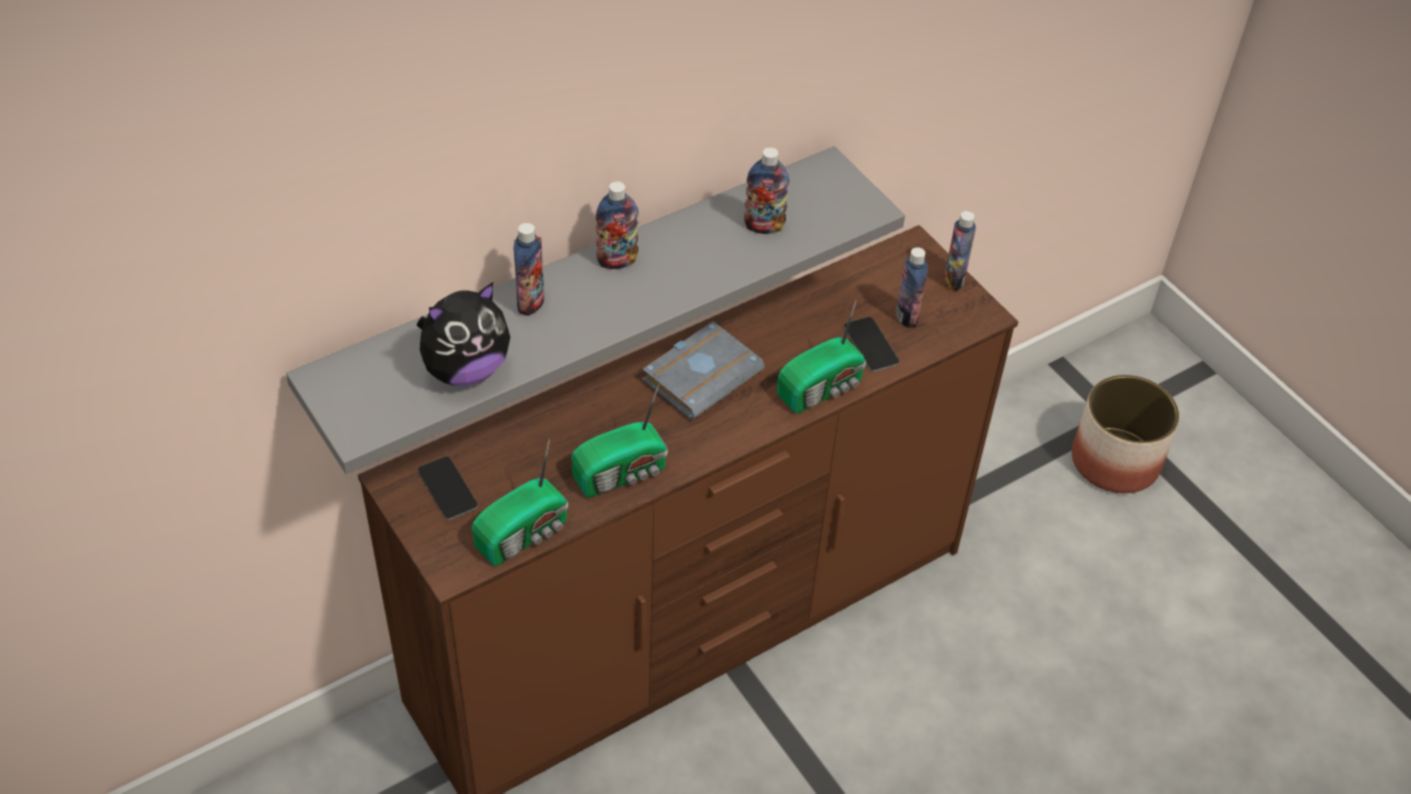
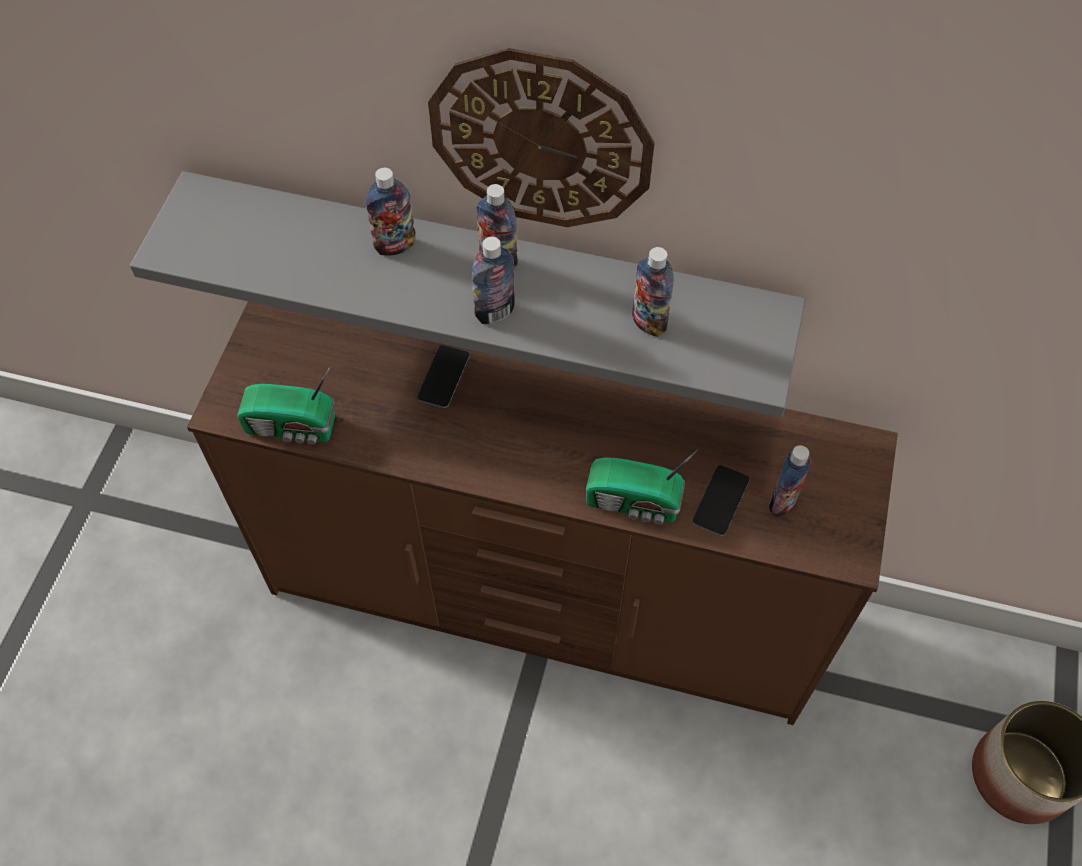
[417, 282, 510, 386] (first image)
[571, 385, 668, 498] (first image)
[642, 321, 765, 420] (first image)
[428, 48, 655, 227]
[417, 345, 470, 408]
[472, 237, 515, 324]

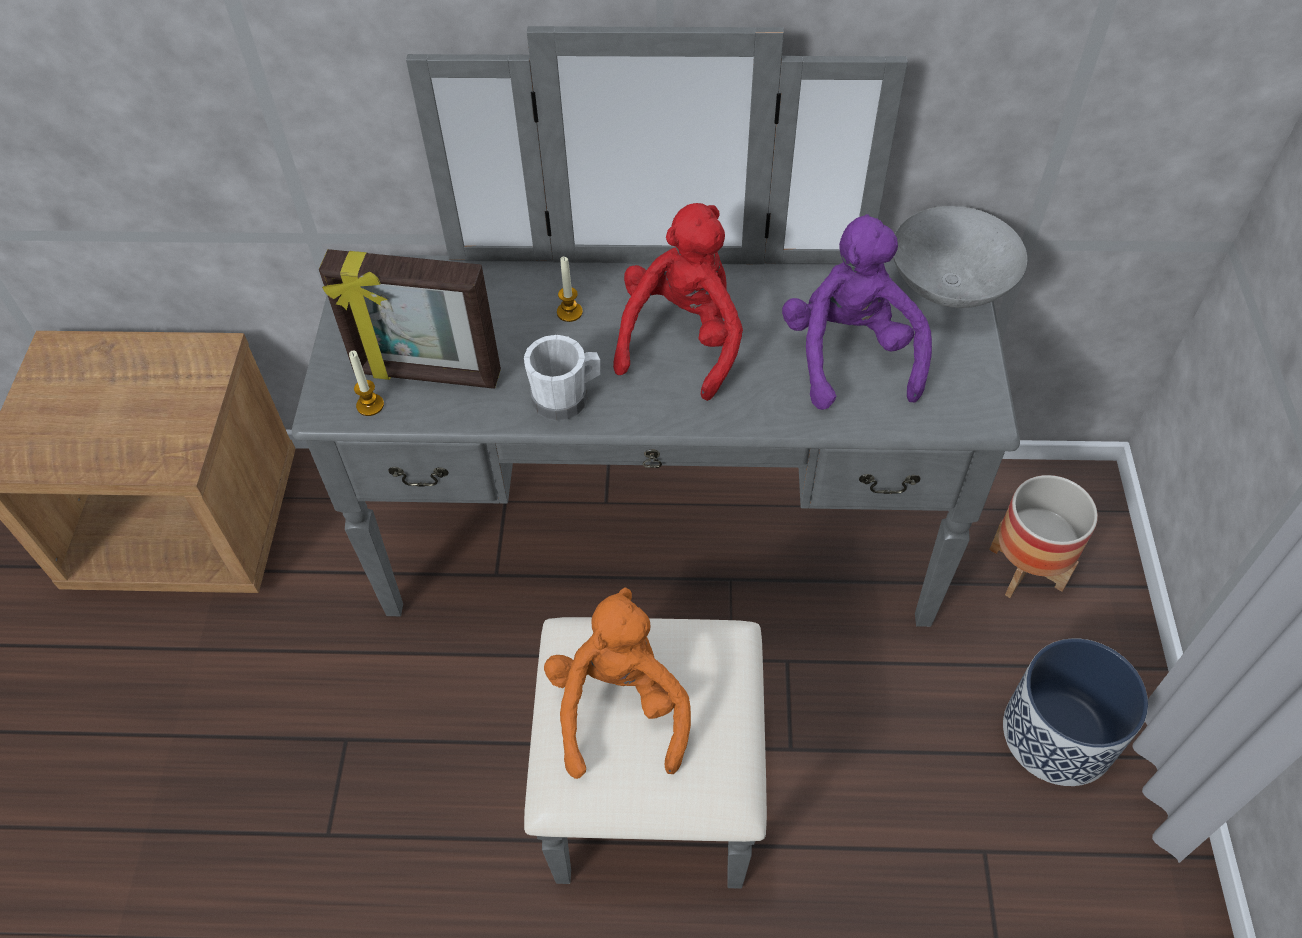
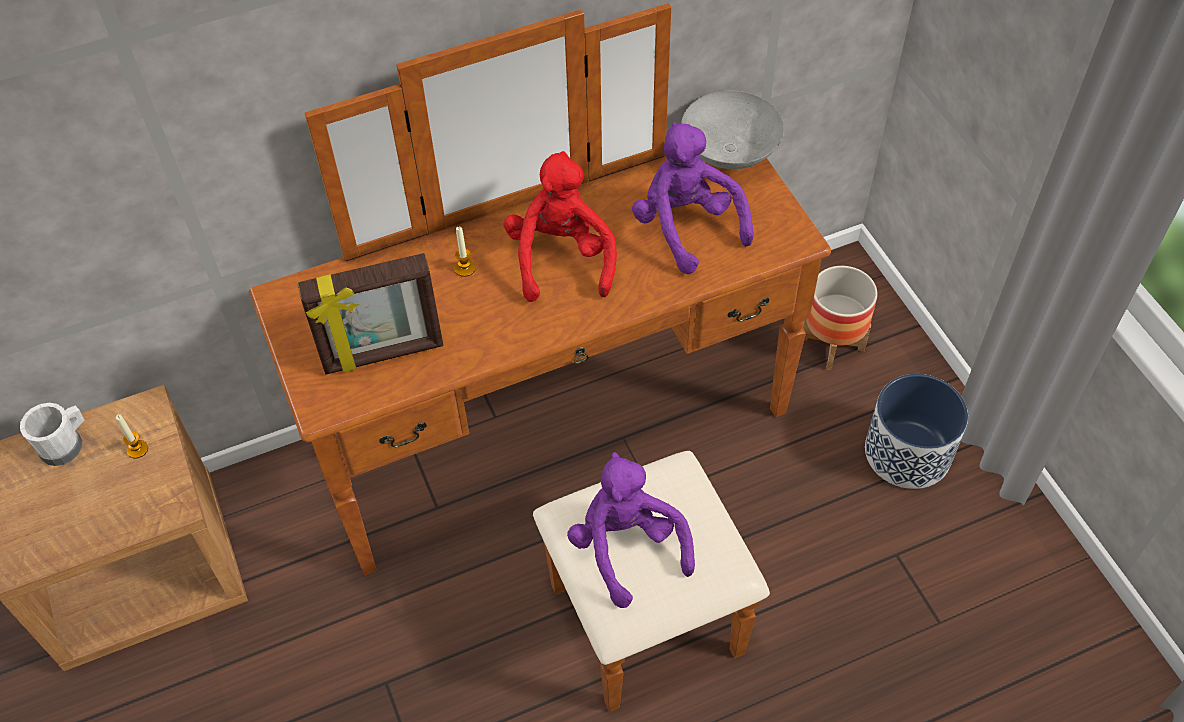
[116, 414, 148, 458]
[20, 403, 84, 466]
[249, 3, 831, 712]
[567, 452, 695, 608]

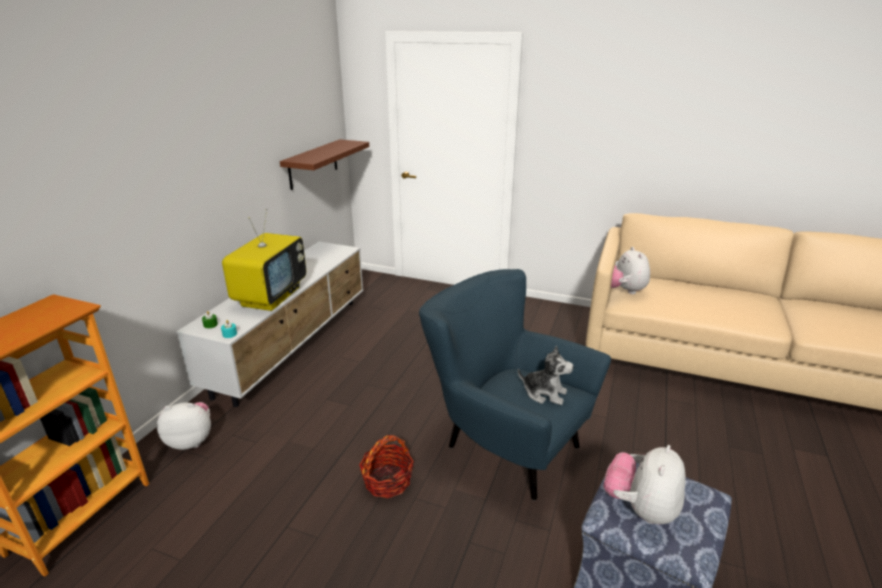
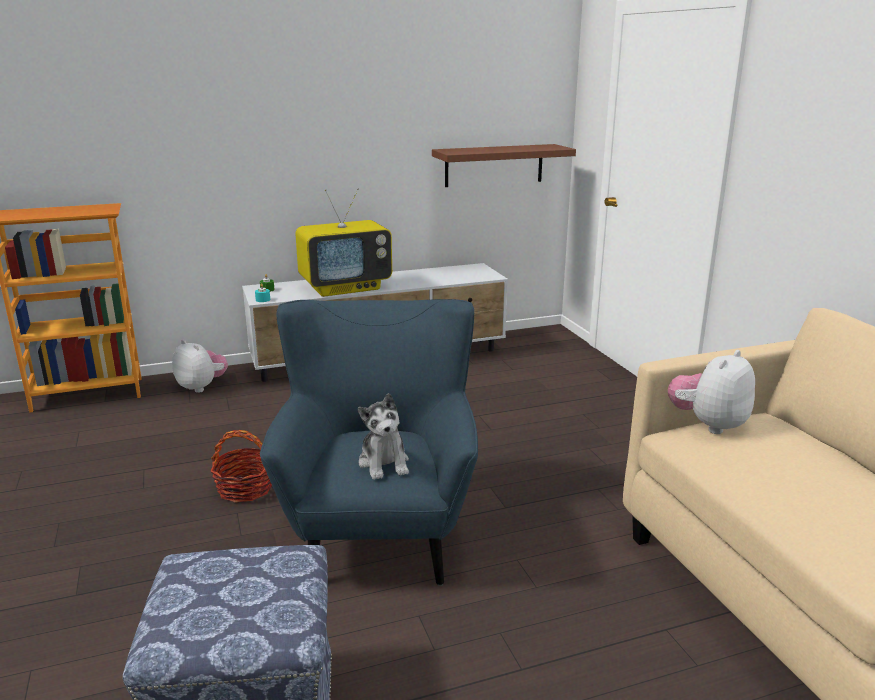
[603, 445, 686, 524] (first image)

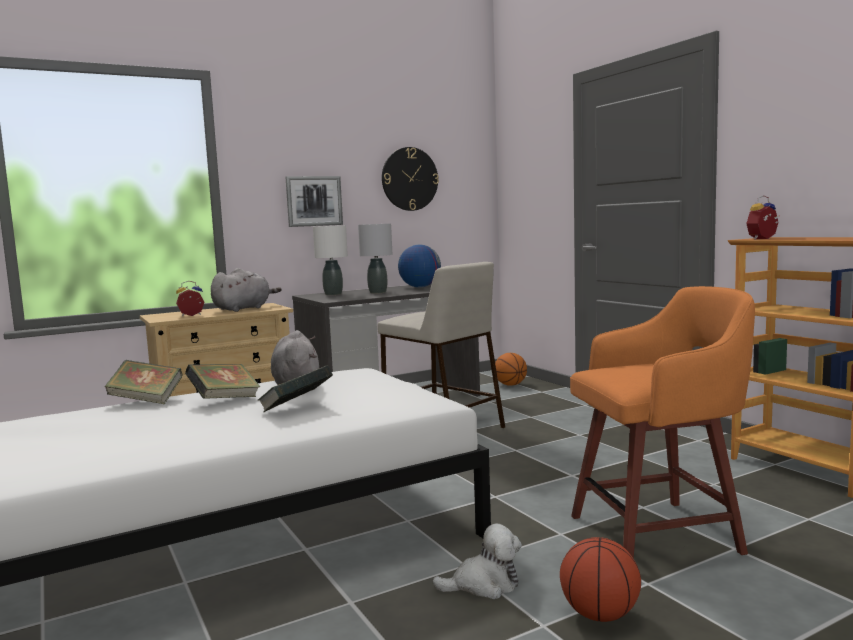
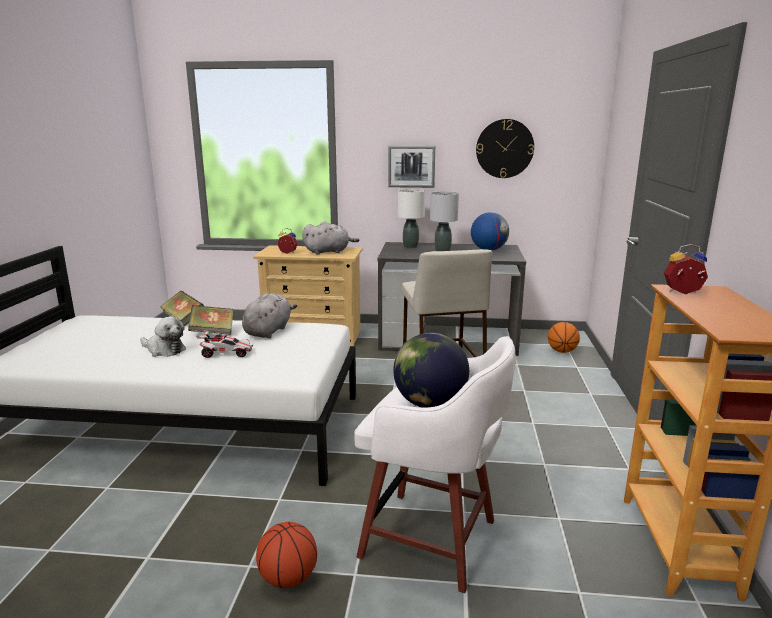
[393, 333, 469, 408]
[140, 316, 186, 357]
[196, 330, 253, 358]
[354, 336, 515, 593]

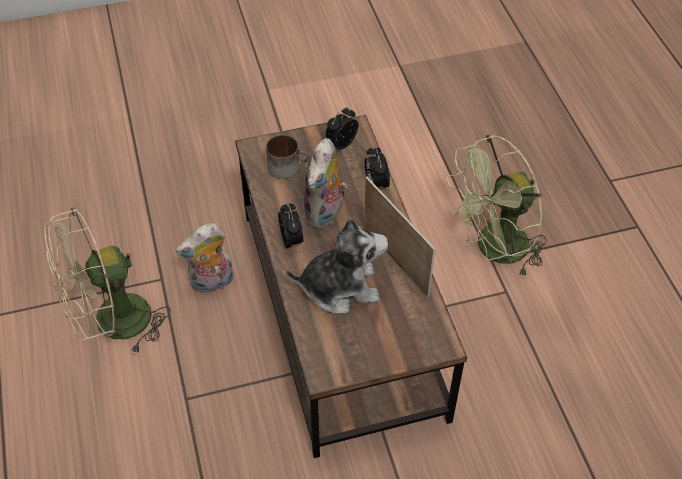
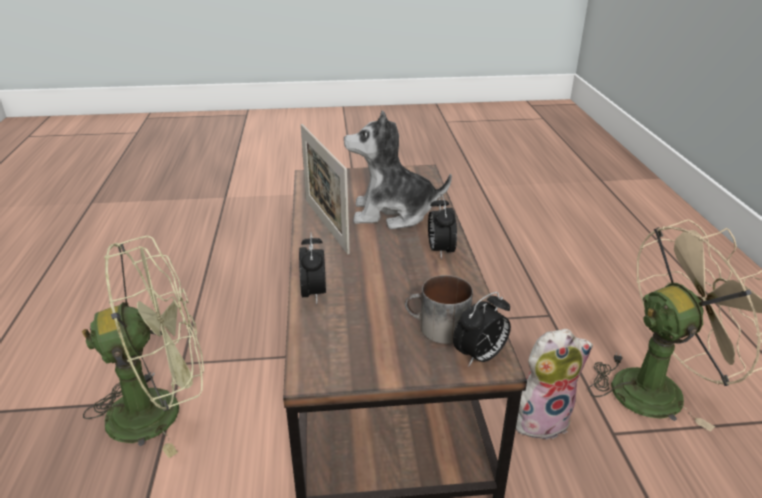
[303, 138, 347, 229] (first image)
[453, 292, 511, 367]

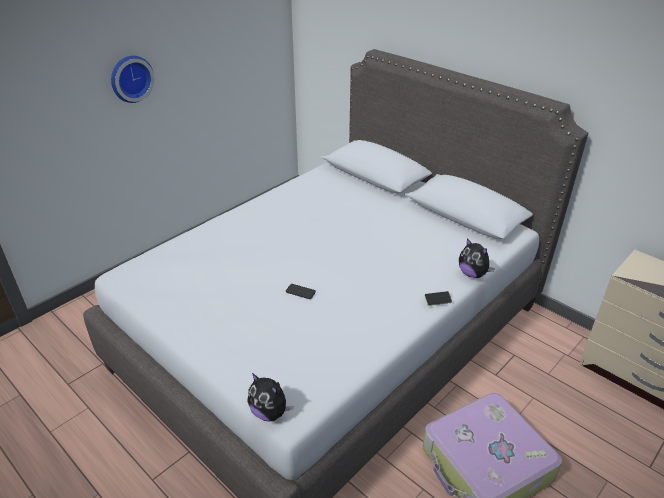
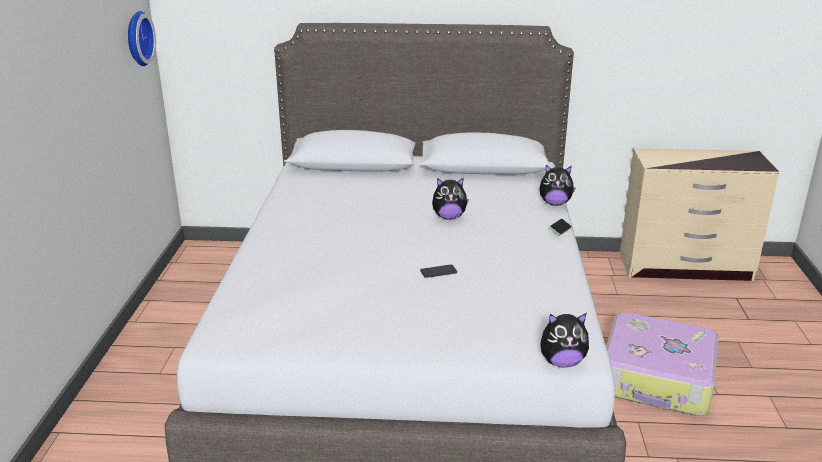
[432, 178, 469, 220]
[128, 11, 156, 66]

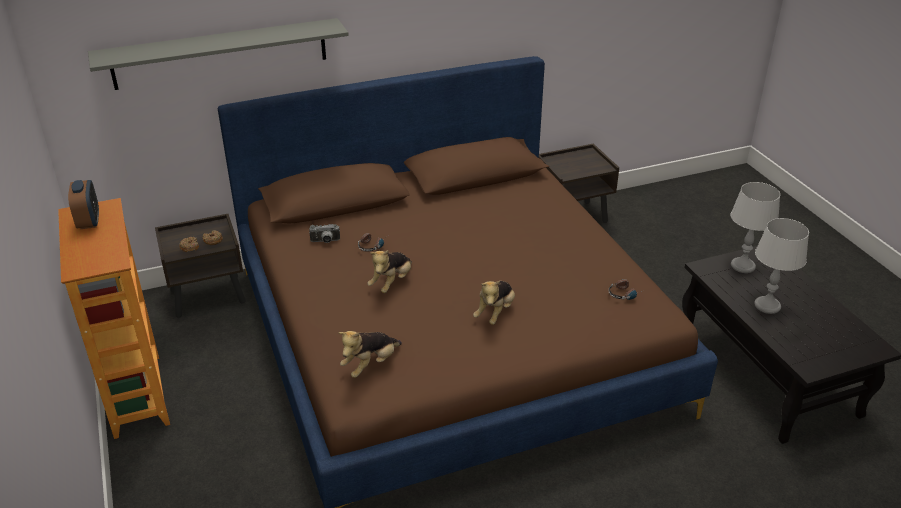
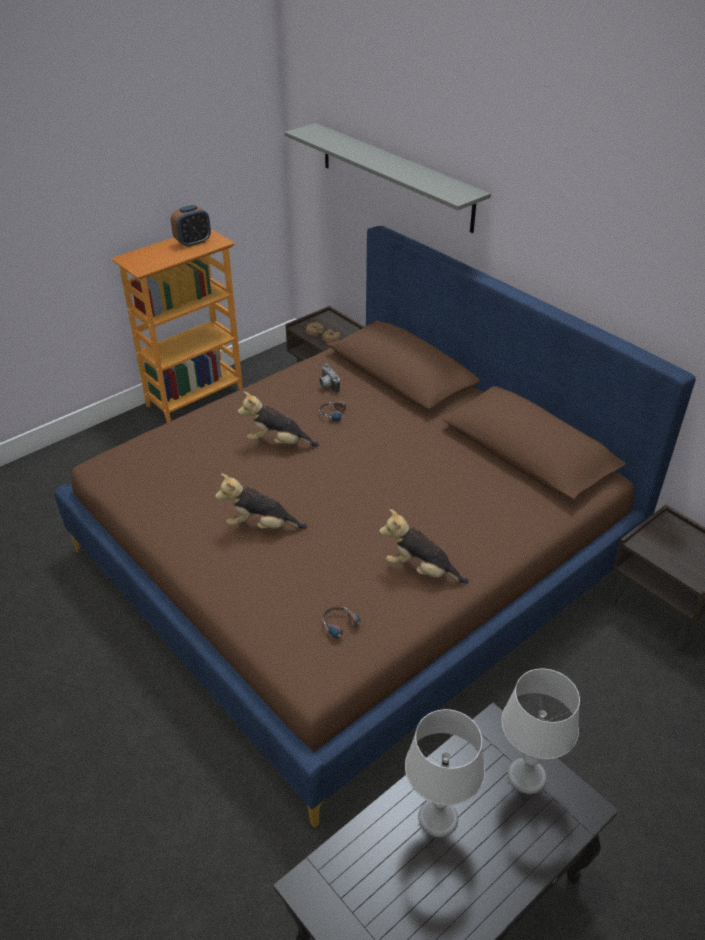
[379, 509, 469, 584]

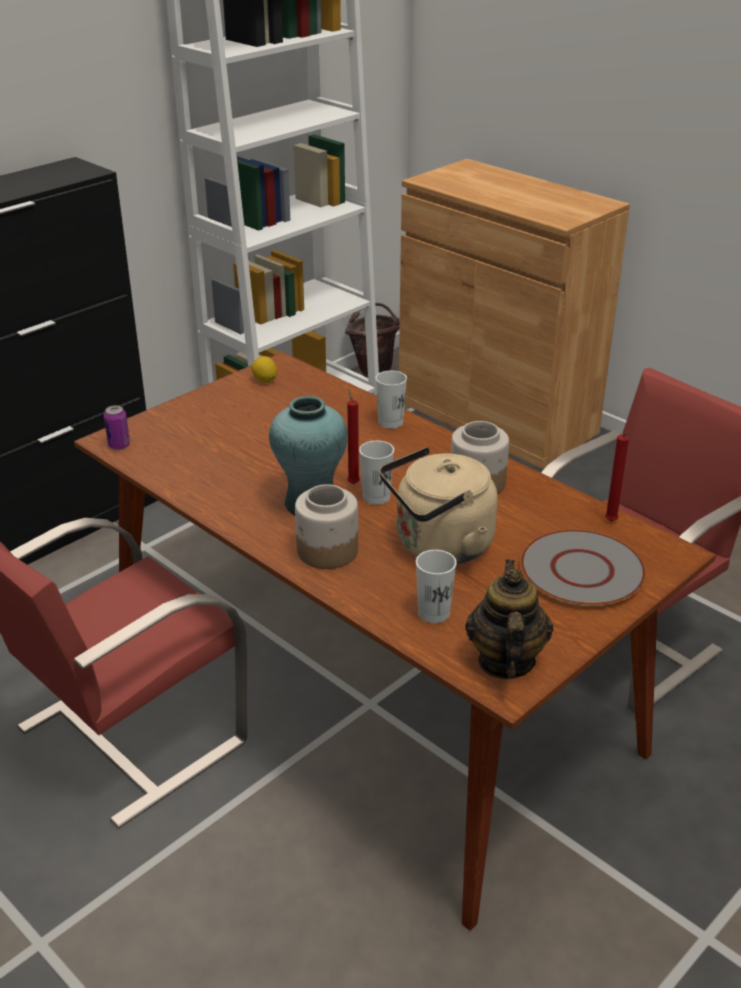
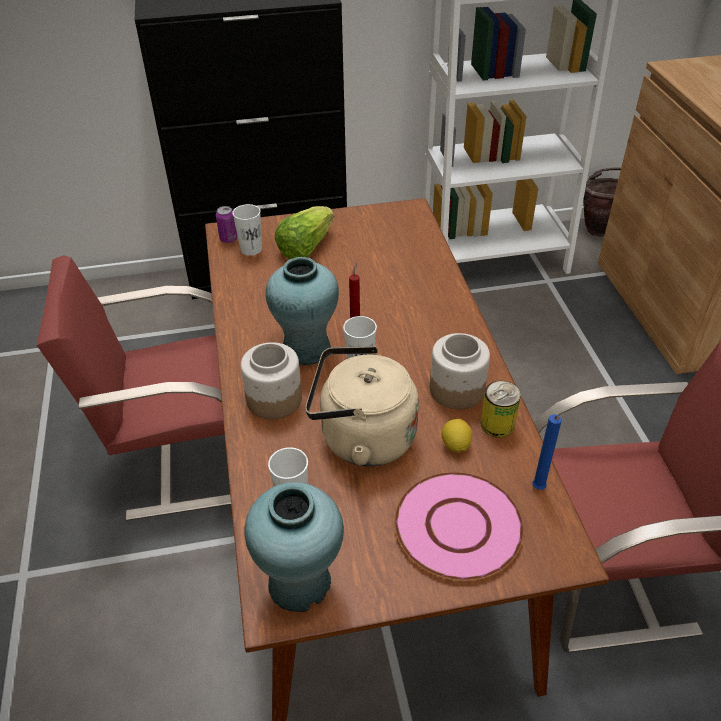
[275, 206, 334, 259]
[481, 381, 521, 438]
[442, 419, 472, 452]
[232, 204, 262, 256]
[245, 482, 344, 612]
[394, 472, 524, 581]
[532, 415, 562, 490]

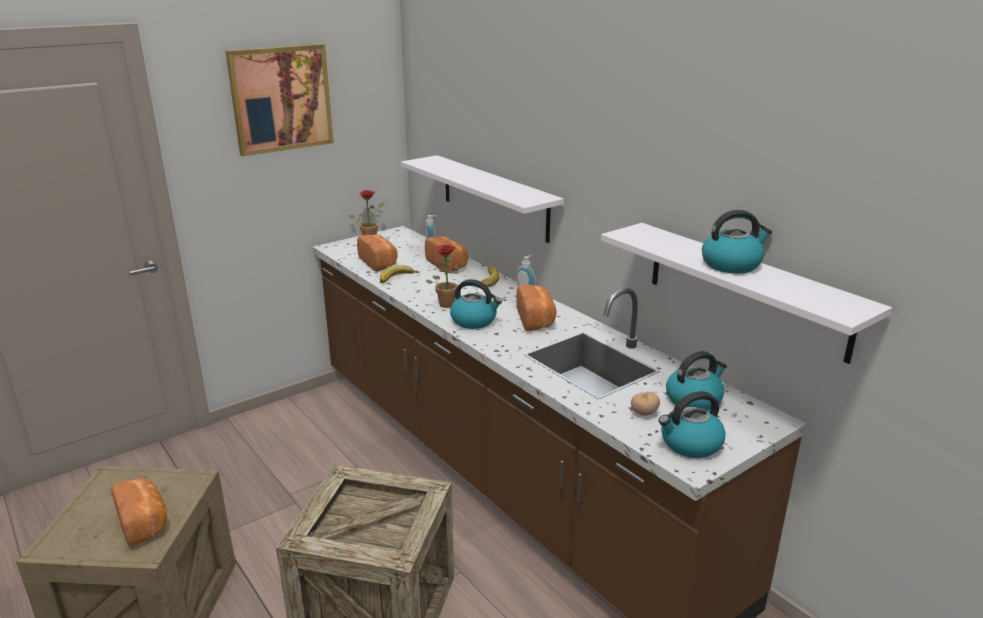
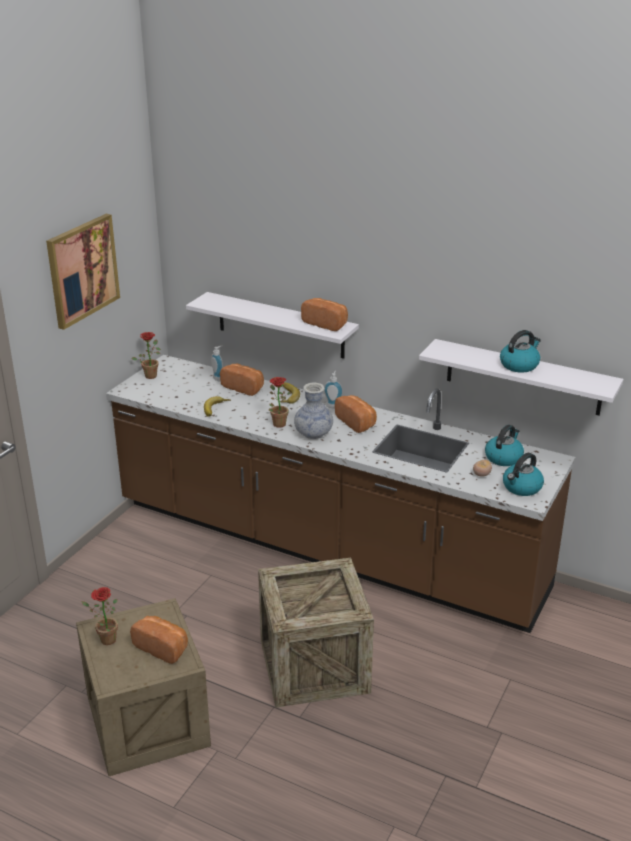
[81, 587, 118, 645]
[301, 298, 348, 331]
[294, 383, 333, 439]

